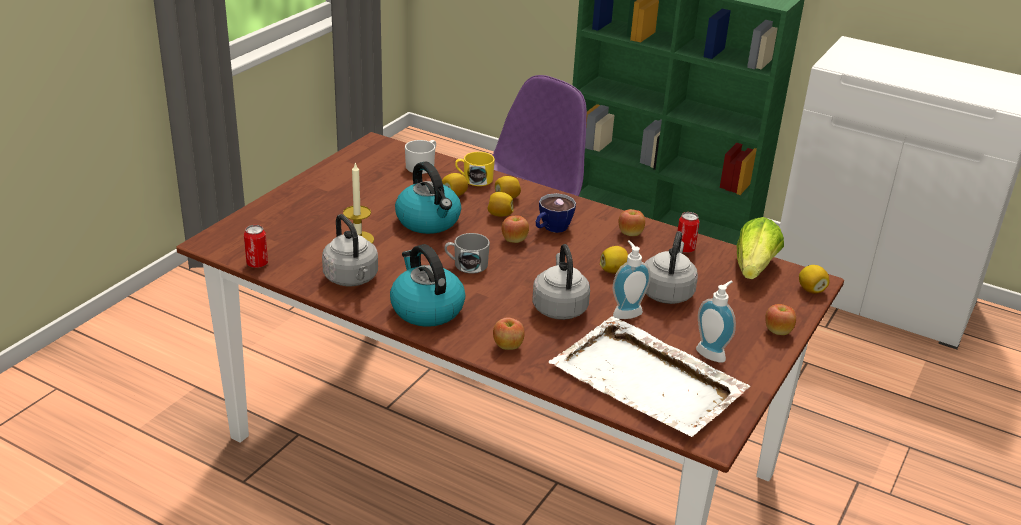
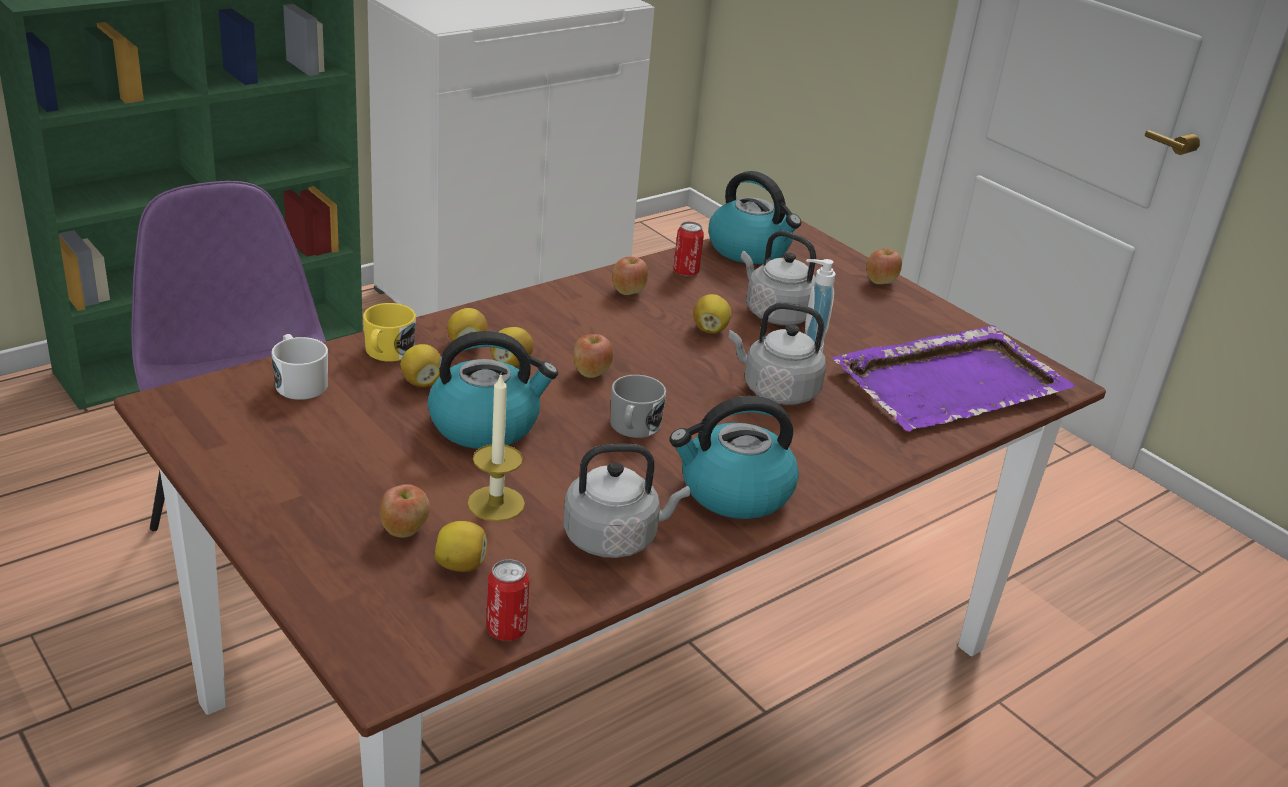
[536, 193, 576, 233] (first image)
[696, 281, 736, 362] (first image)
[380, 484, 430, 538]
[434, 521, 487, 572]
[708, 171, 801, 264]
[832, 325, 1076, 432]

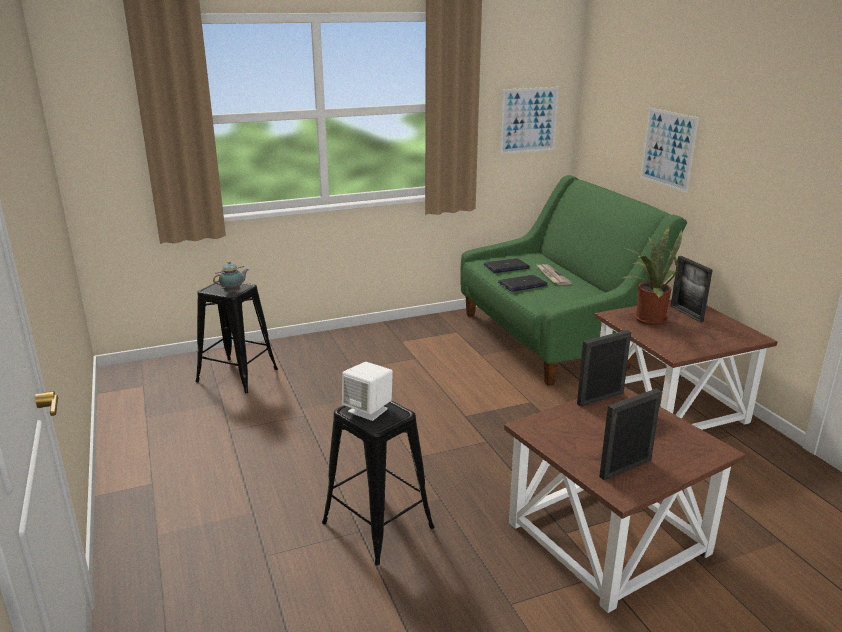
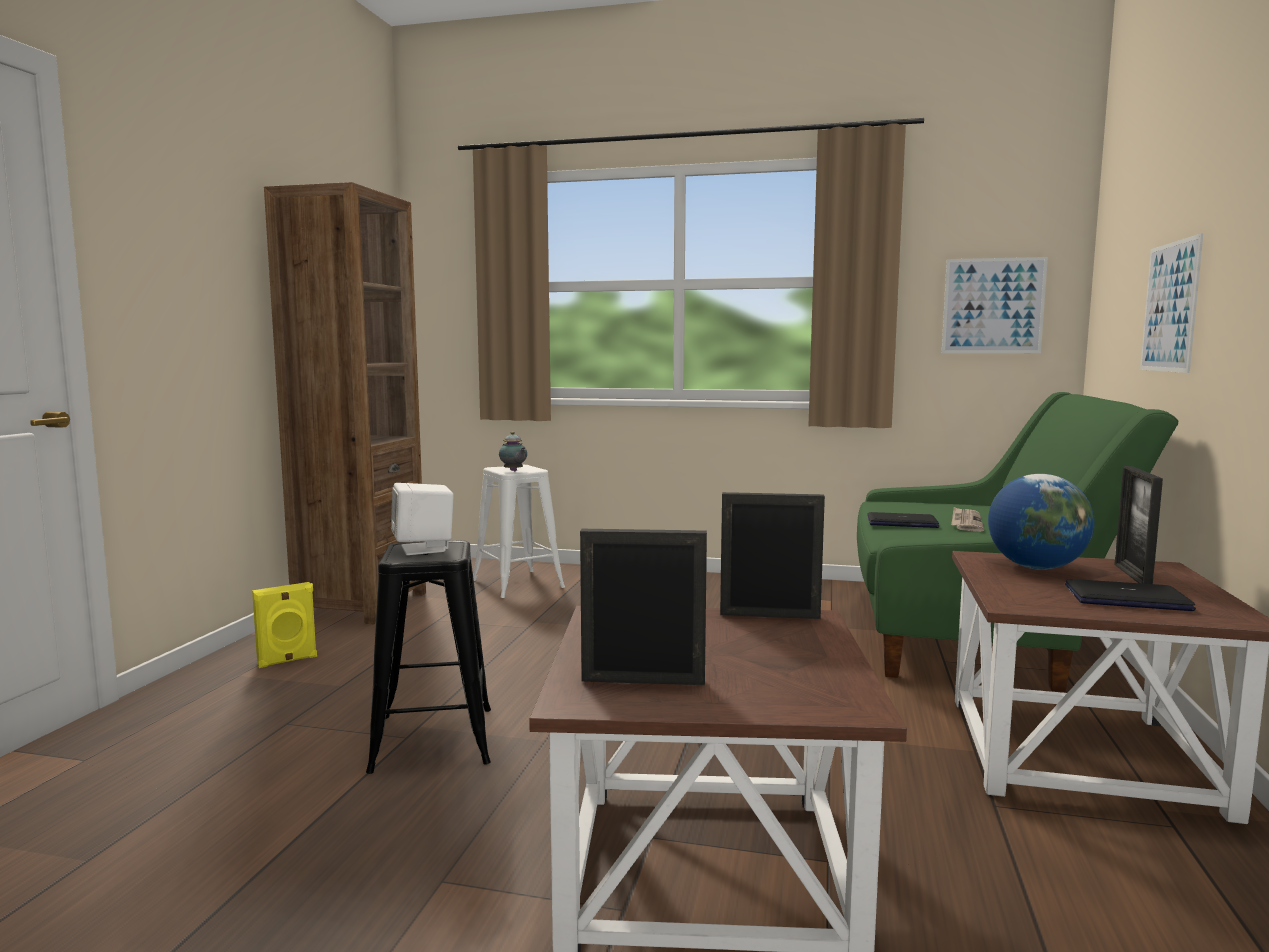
[252, 582, 317, 668]
[264, 182, 426, 624]
[1065, 579, 1196, 611]
[988, 474, 1095, 570]
[473, 465, 565, 598]
[499, 431, 527, 471]

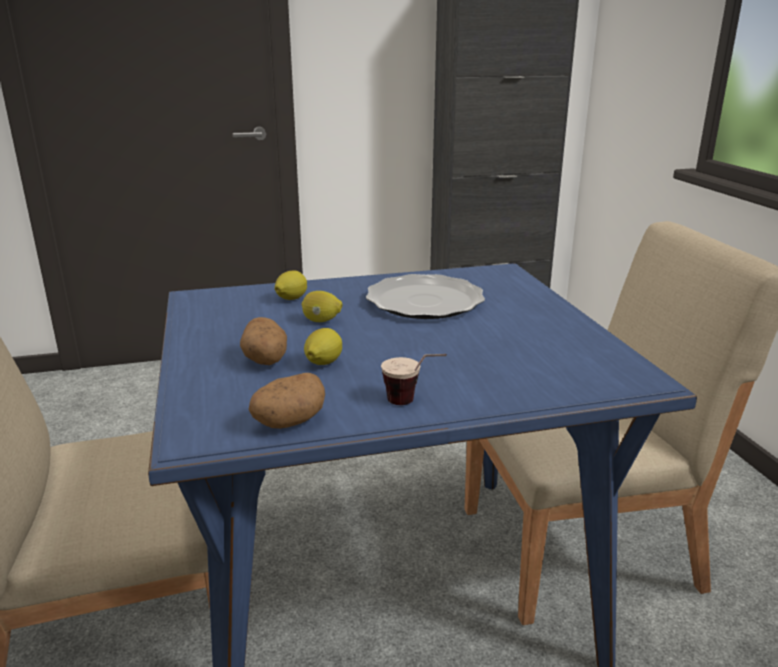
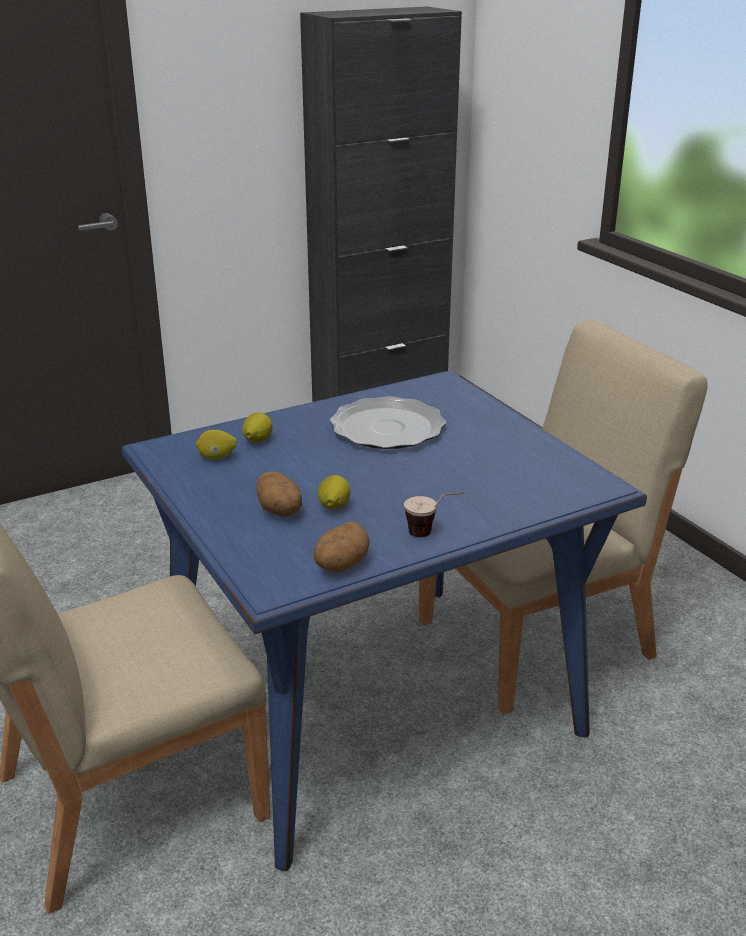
[196, 430, 236, 460]

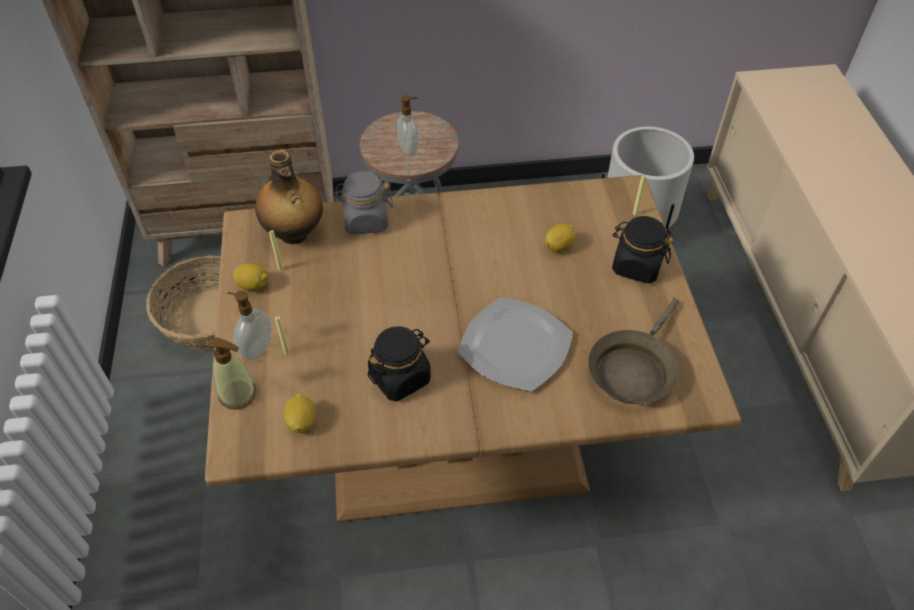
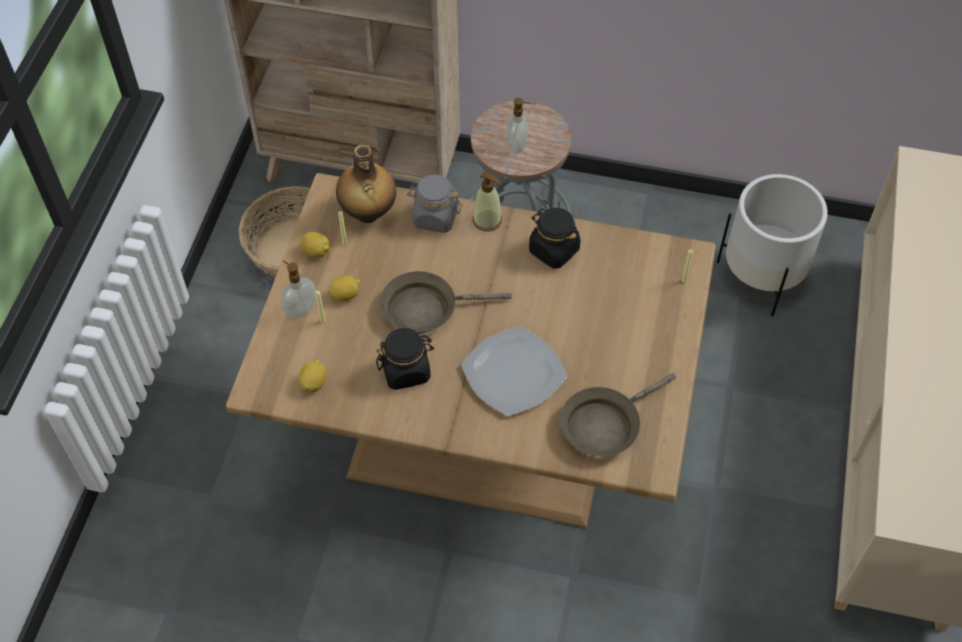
[380, 271, 512, 334]
[472, 171, 502, 231]
[328, 275, 360, 302]
[529, 208, 580, 269]

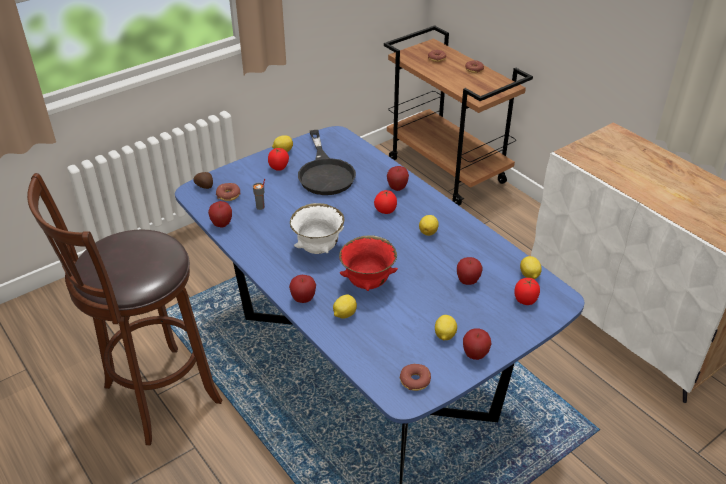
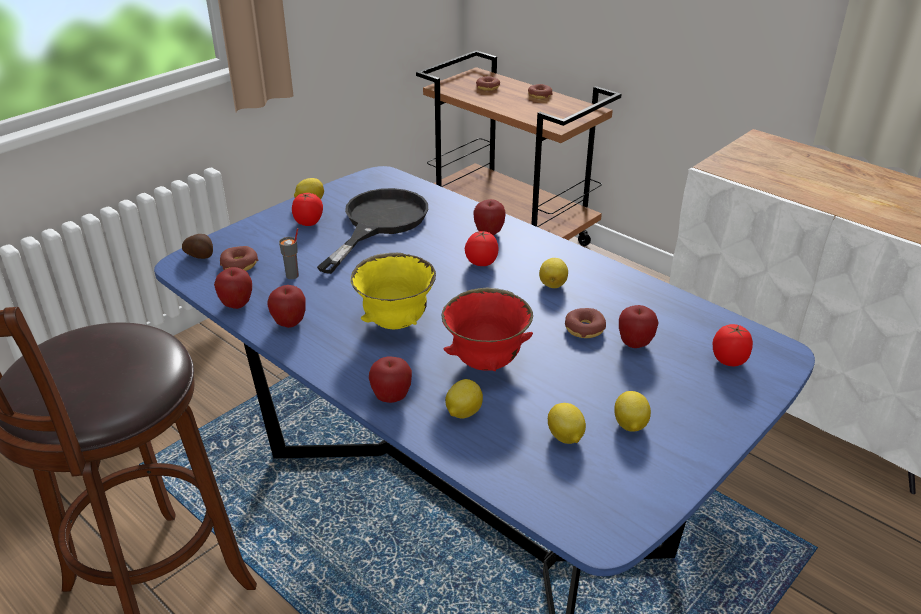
[565, 308, 606, 338]
[267, 285, 306, 328]
[548, 403, 586, 444]
[350, 253, 436, 329]
[317, 188, 428, 274]

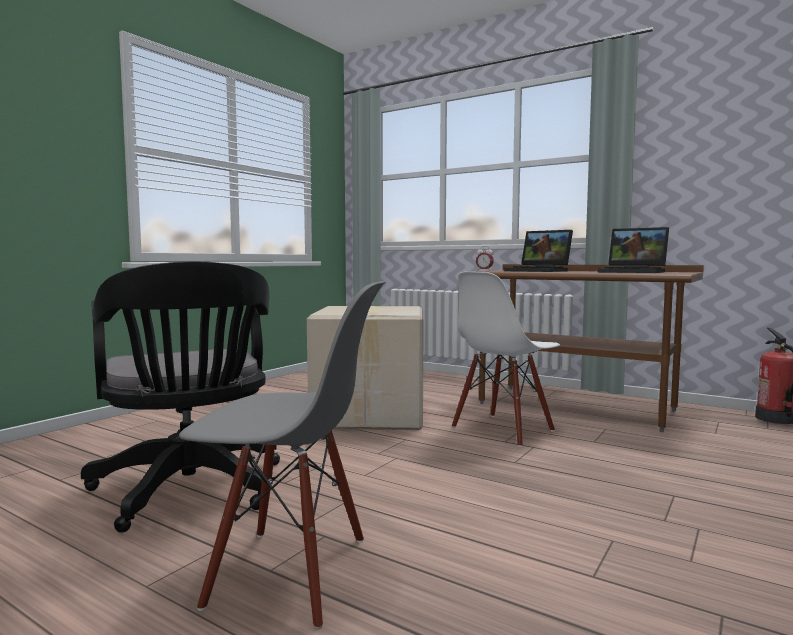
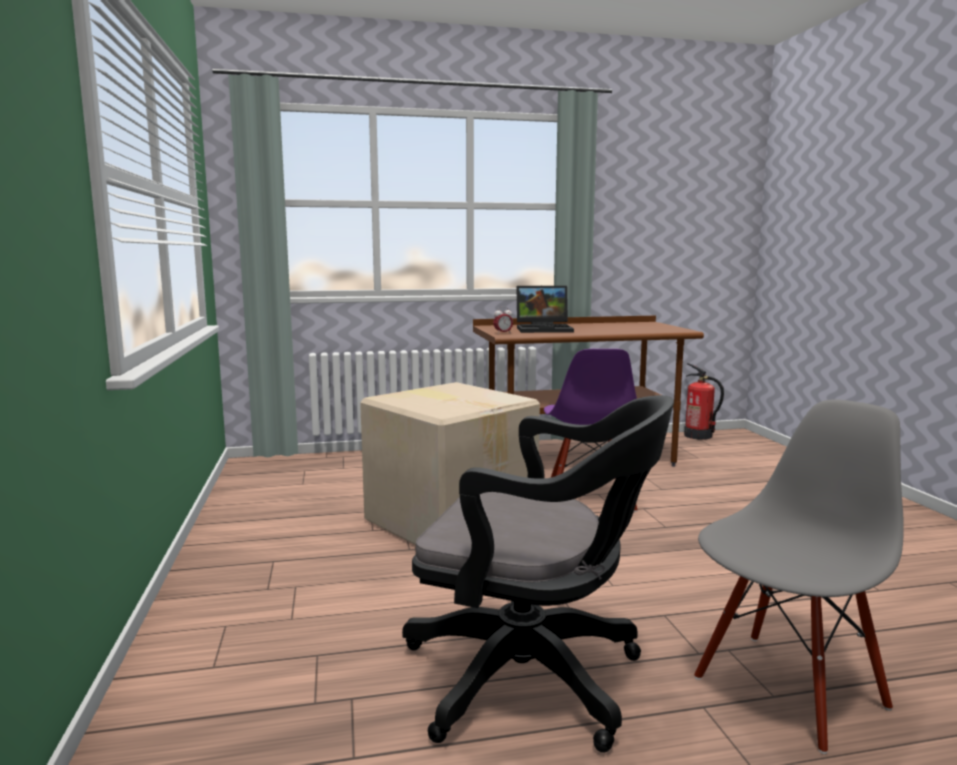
[598, 227, 669, 273] (first image)
[544, 349, 638, 512]

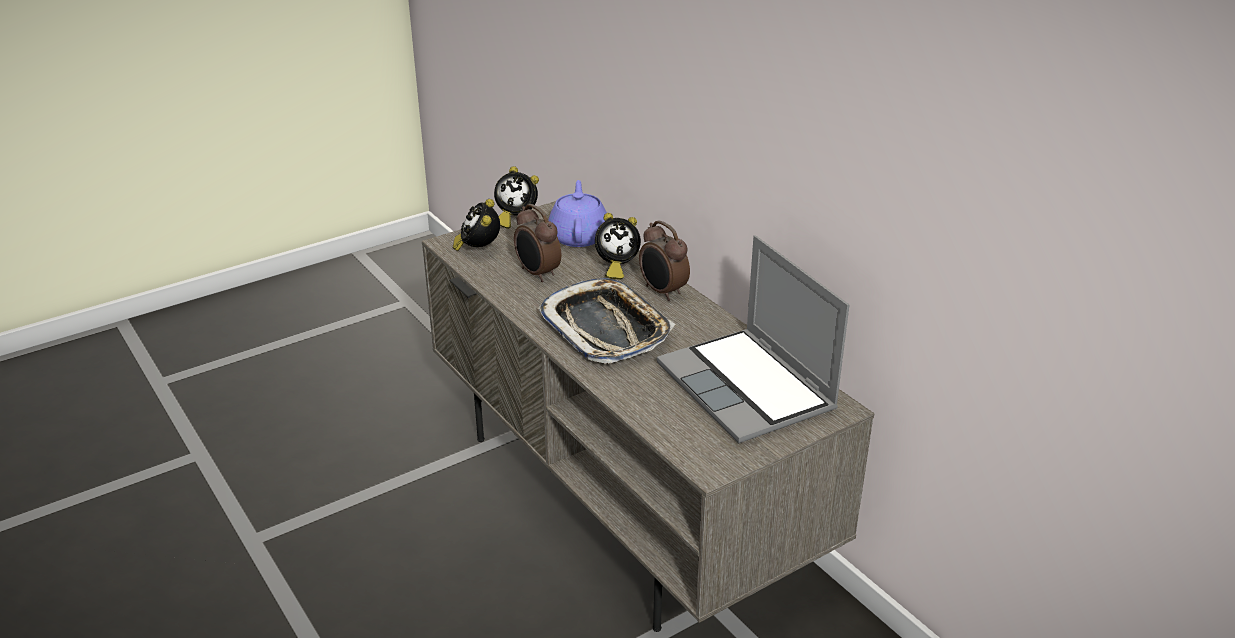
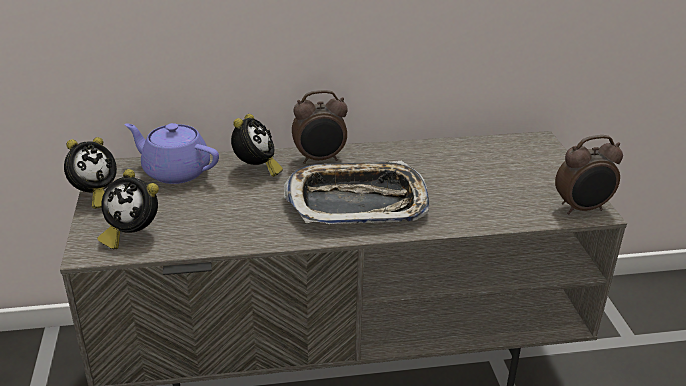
[657, 235, 850, 444] (first image)
[555, 135, 623, 215]

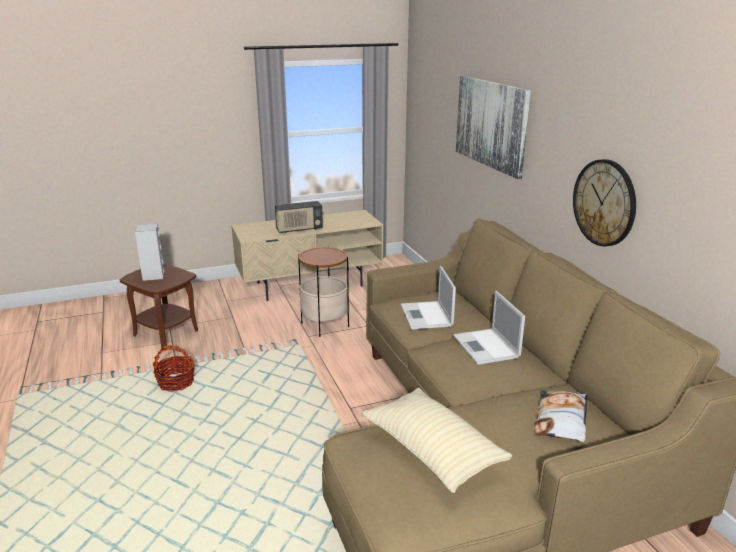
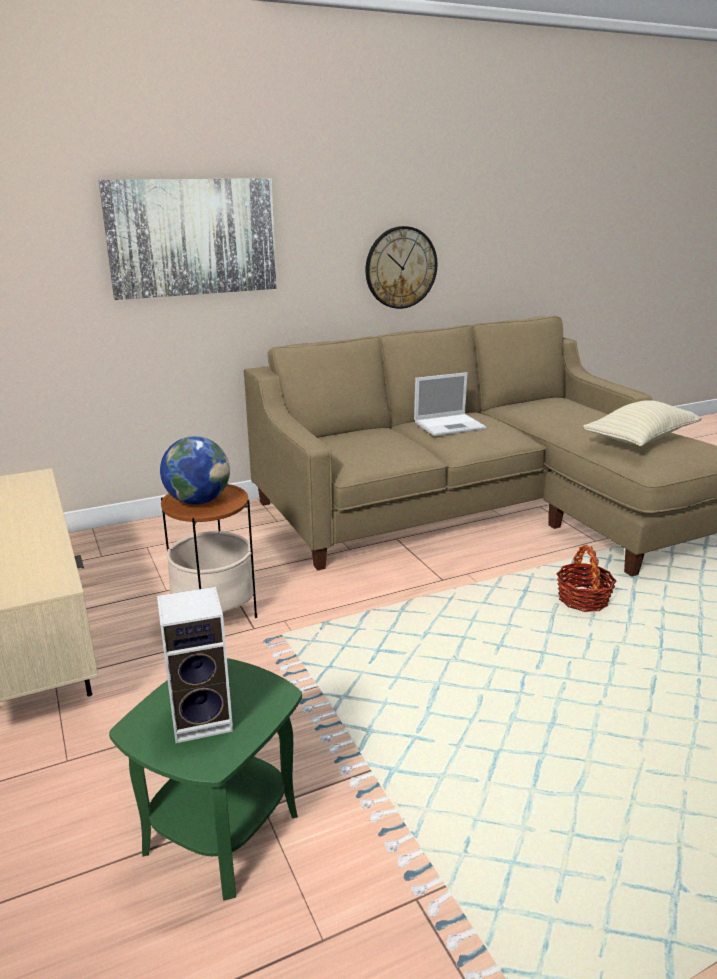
[275, 201, 323, 233] (first image)
[401, 266, 456, 329] (first image)
[535, 390, 587, 442] (first image)
[160, 436, 230, 505]
[557, 545, 616, 612]
[109, 658, 302, 901]

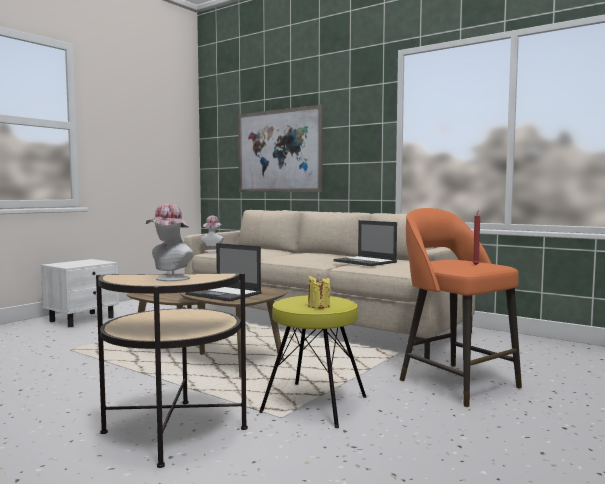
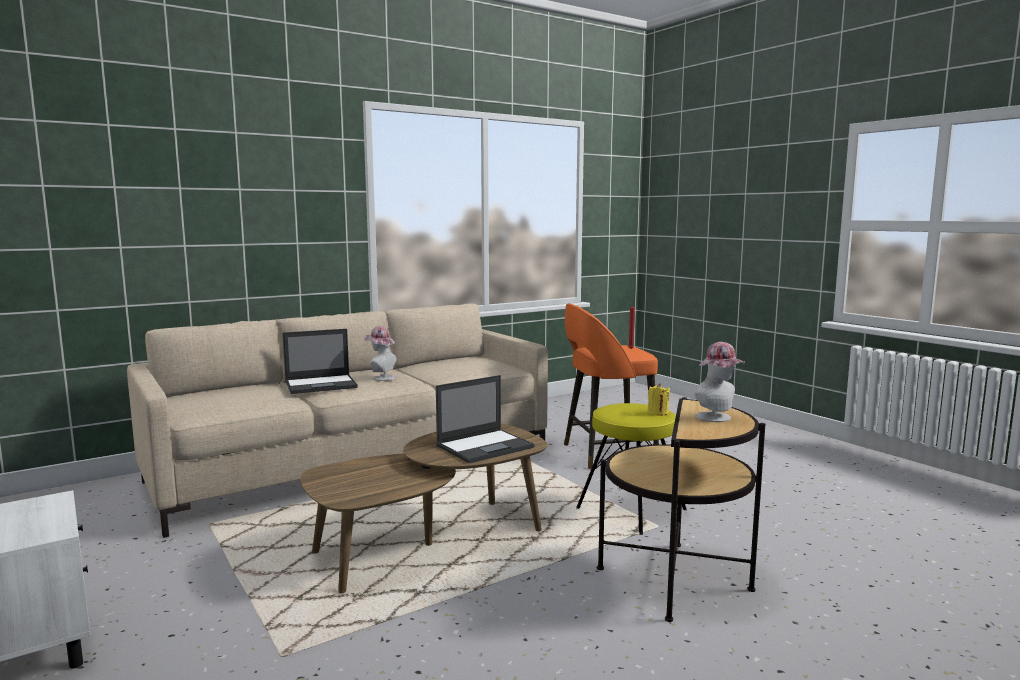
[238, 105, 323, 192] (first image)
[365, 326, 397, 381]
[283, 329, 358, 394]

